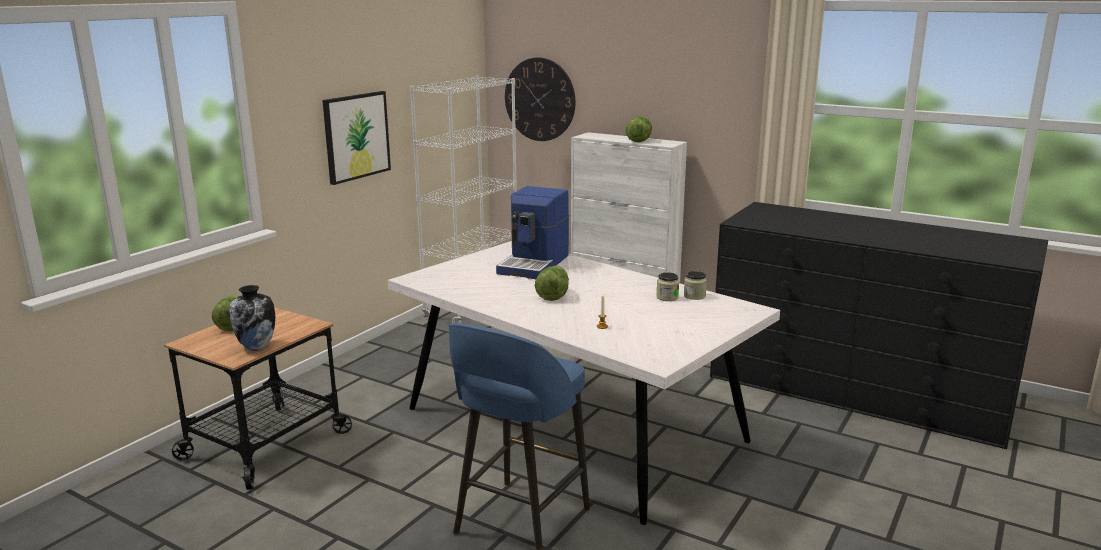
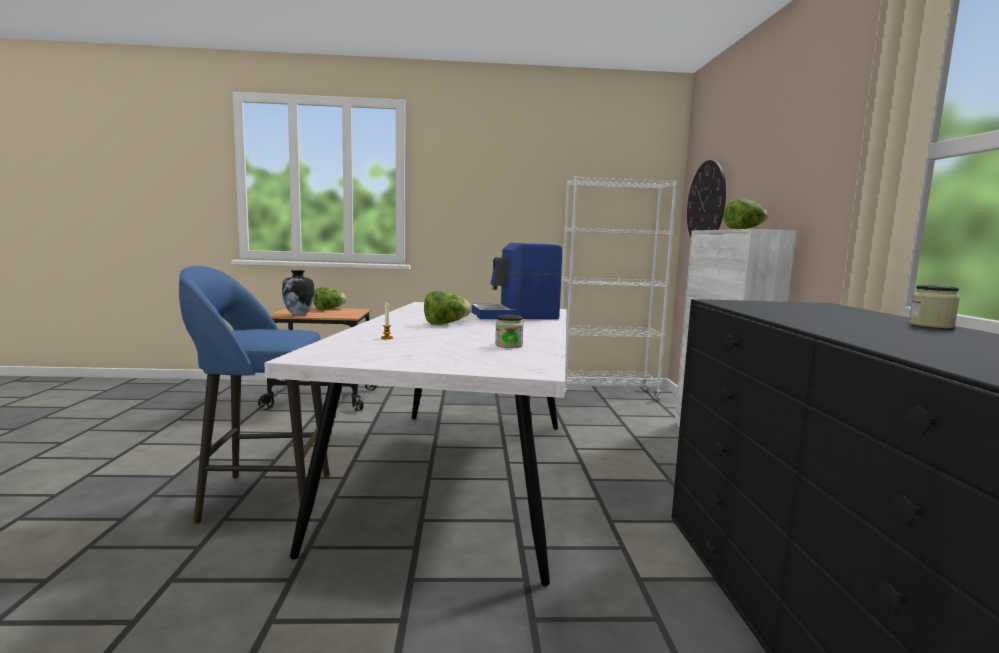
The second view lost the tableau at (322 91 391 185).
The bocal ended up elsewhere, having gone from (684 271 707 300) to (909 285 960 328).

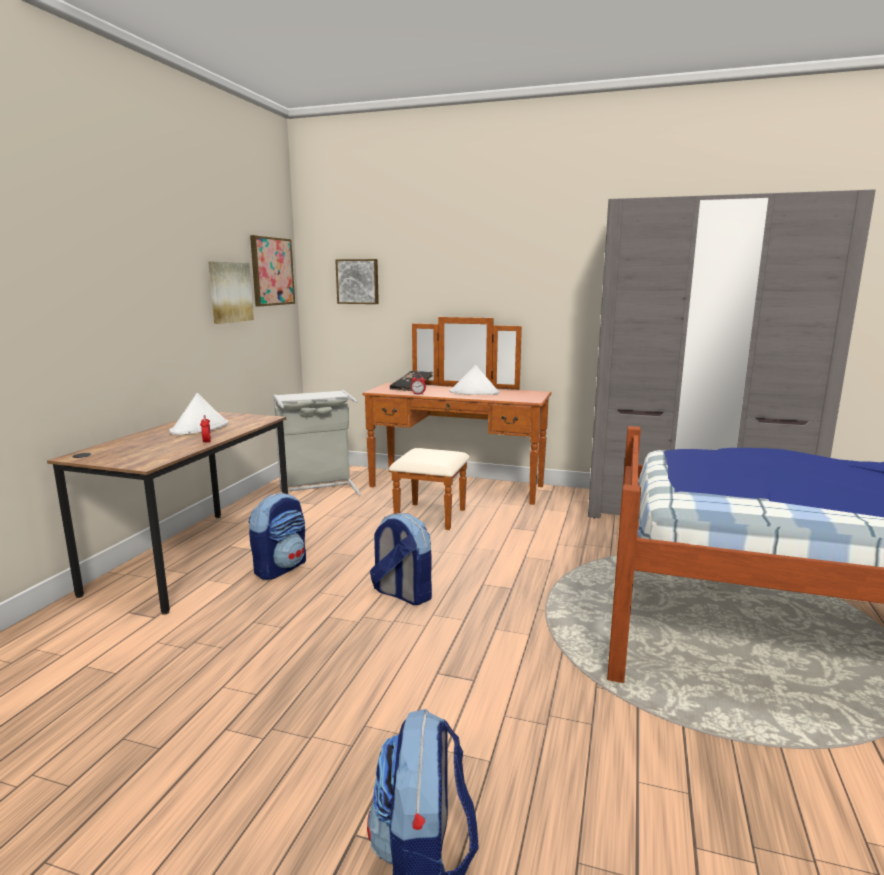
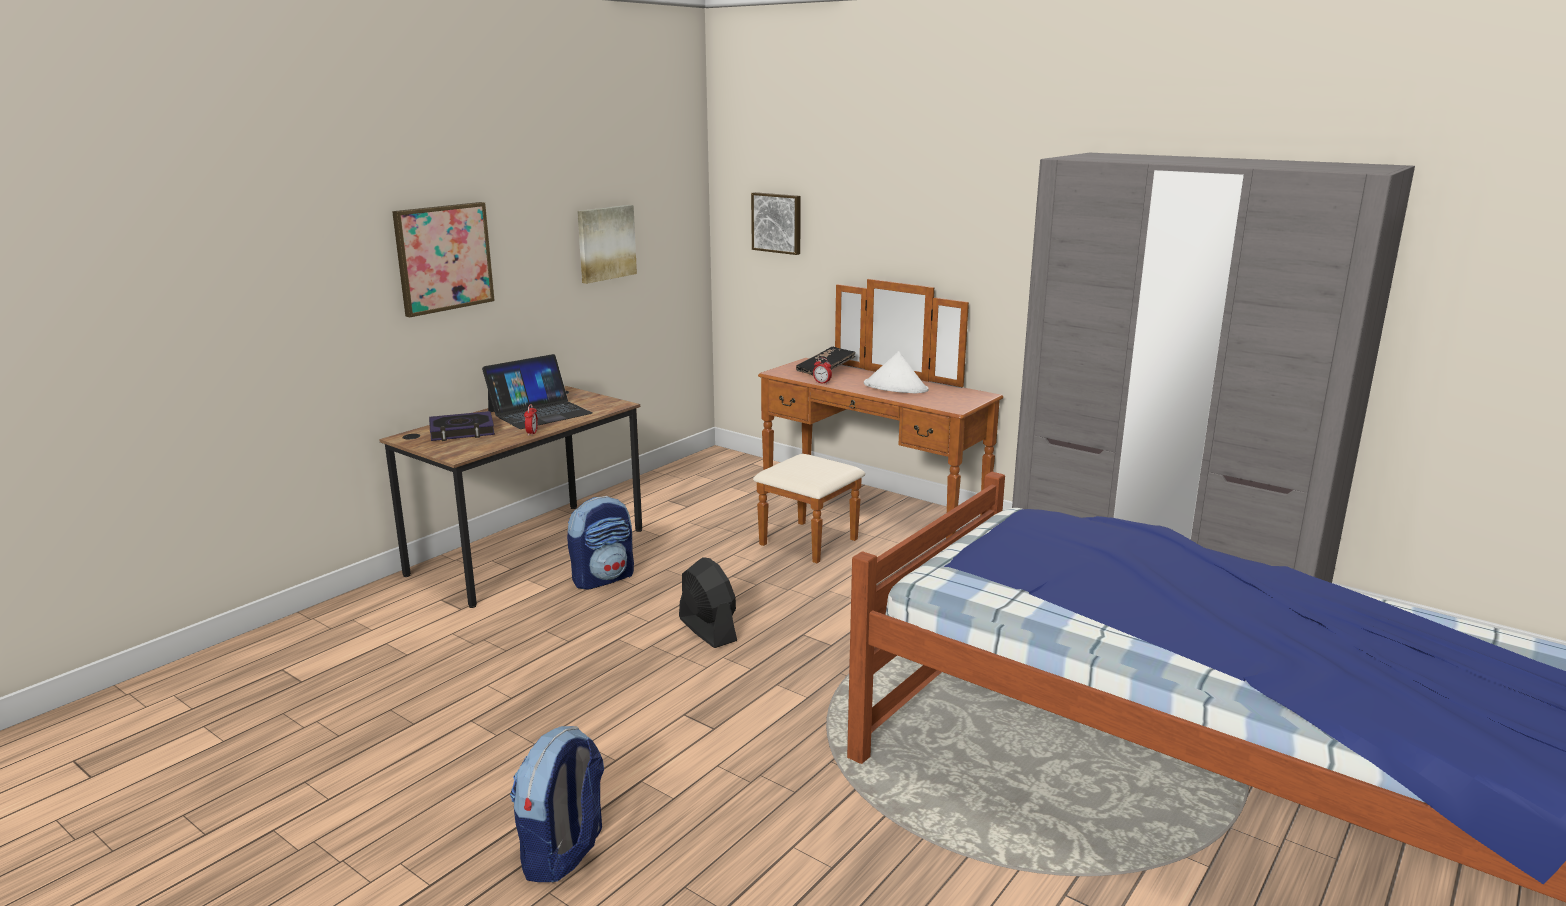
The tableau ended up elsewhere, having gone from (250 235 295 306) to (392 202 495 317).
The second view lost the panier à linge/gris at (273 390 361 496).
Where the chapeau/blanc stood at (169 393 228 435), the ordinateur portable came to stand at (482 354 592 429).
Where the sac à dos stood at (370 513 432 605), the ventilateur/noir came to stand at (679 557 737 648).
The second view gained the livre at (429 411 495 441).

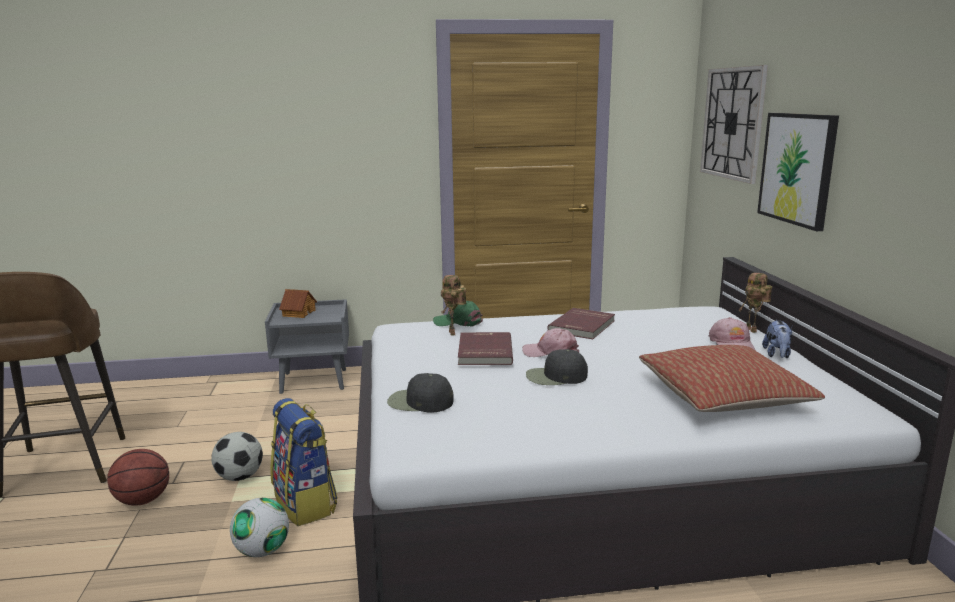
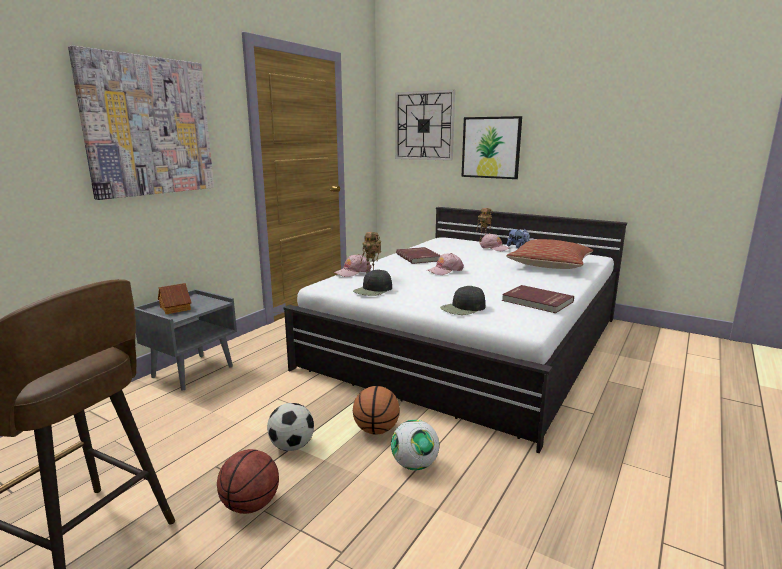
What was the casquette/vert at (433 301 483 327) turned into the casquette/rose at (334 254 372 277).
The livre/rouge ended up elsewhere, having gone from (458 332 513 365) to (502 285 574 313).
The casquette/noir ended up elsewhere, having gone from (526 349 588 385) to (353 269 392 296).
Where the sac à dos stood at (270 398 338 526), the ballon de basket came to stand at (353 386 400 434).
The second view gained the tableau at (68 46 214 200).

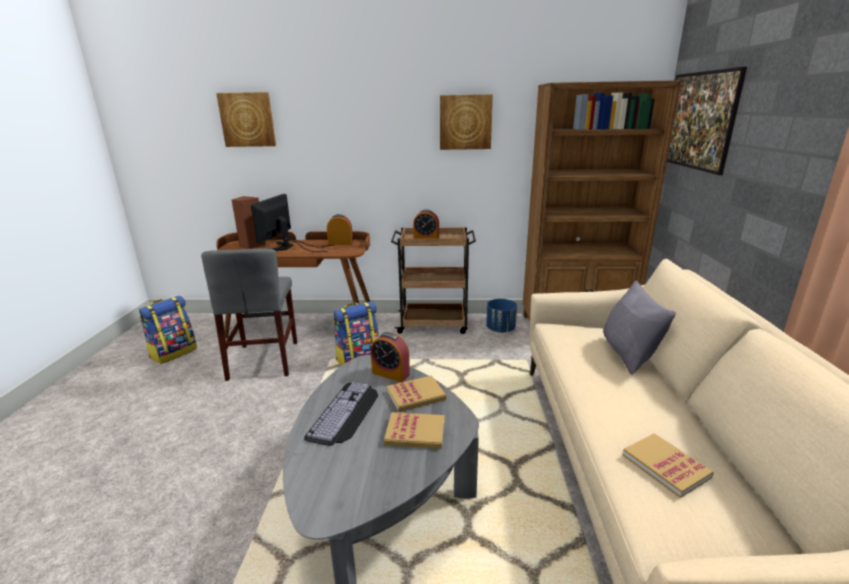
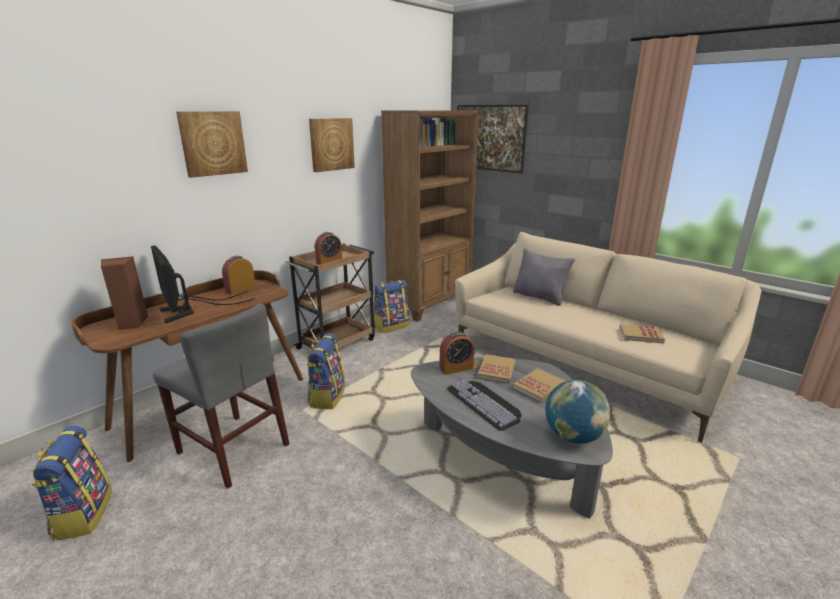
The tableau ended up elsewhere, having gone from (216 92 276 147) to (176 111 248 178).
Where the cache-pot/bleu stood at (486 299 517 333), the sac à dos came to stand at (374 280 409 333).
The second view gained the globe at (545 380 611 444).

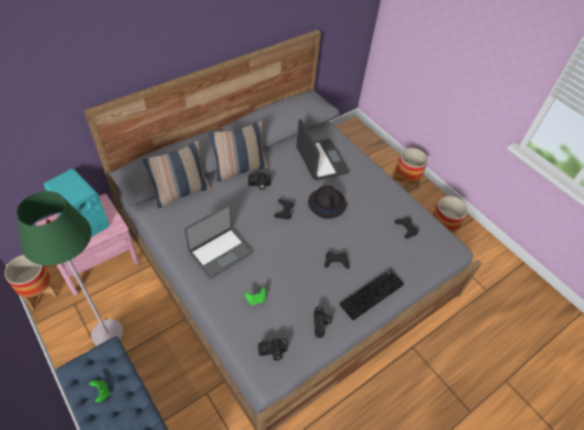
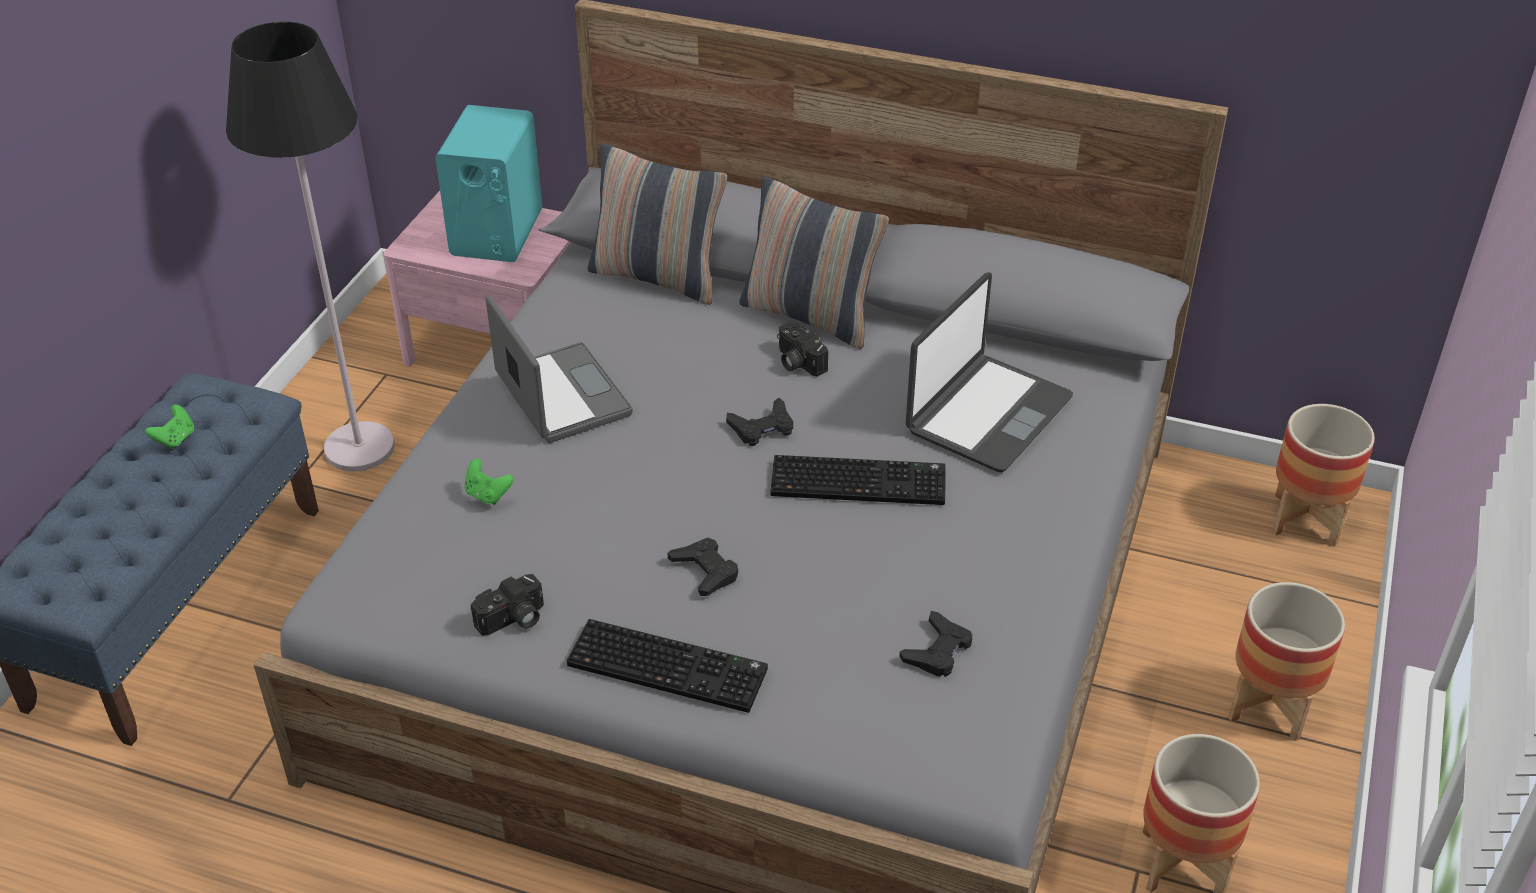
Where the chapeau/noir stood at (308 185 347 219), the clavier came to stand at (771 455 945 505).
What was the lampadaire/vert at (17 191 124 346) turned into the lampadaire/noir at (226 22 395 471).
The ordinateur portable at (184 204 253 279) ended up facing another way, 135 degrees counterclockwise from before.
The cache-pot ended up elsewhere, having gone from (4 255 58 310) to (1272 404 1375 546).
The second view lost the appareil photo at (258 338 288 361).

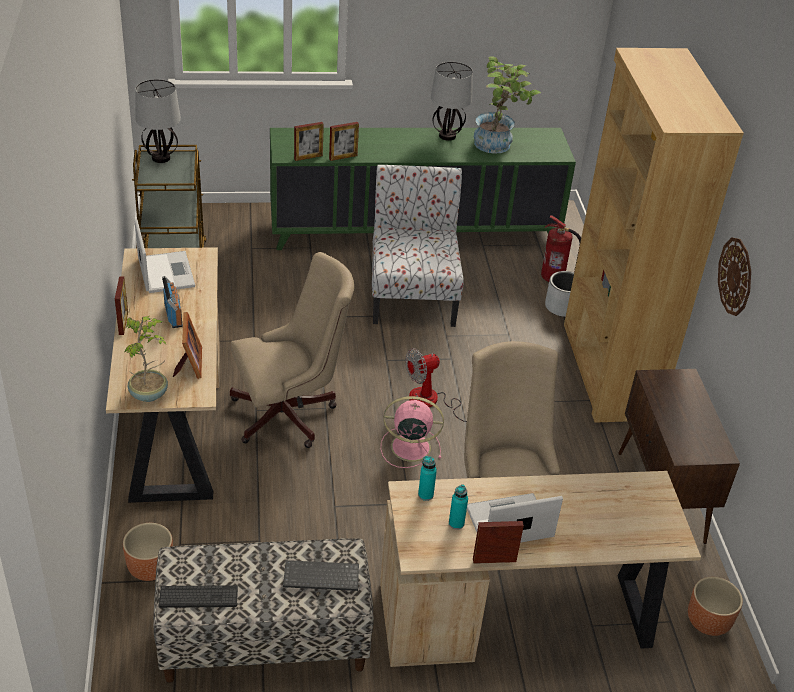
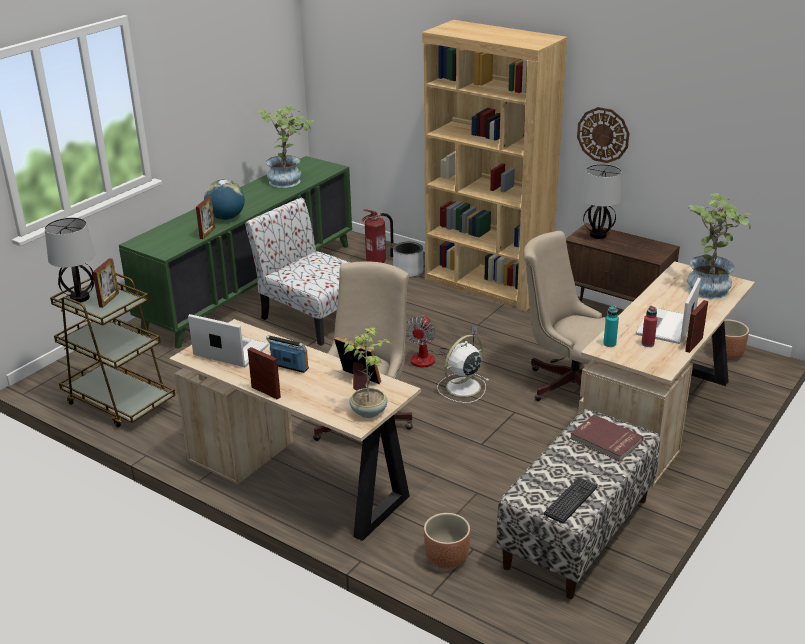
The lampe de table ended up elsewhere, having gone from (431 62 473 141) to (581 164 622 239).
The cadre photo ended up elsewhere, having gone from (294 122 324 161) to (92 258 119 308).
What was the ventilateur/rose at (381 396 444 468) turned into the ventilateur/blanc at (437 335 489 403).
What was the bouteille/turquoise at (449 484 468 530) turned into the bouteille/rouge at (641 306 657 347).
Where the clavier stood at (283 560 359 591), the livre/rouge came to stand at (570 415 644 462).
The second view gained the globe at (204 179 245 220).
The second view gained the plante en pot at (687 193 752 299).

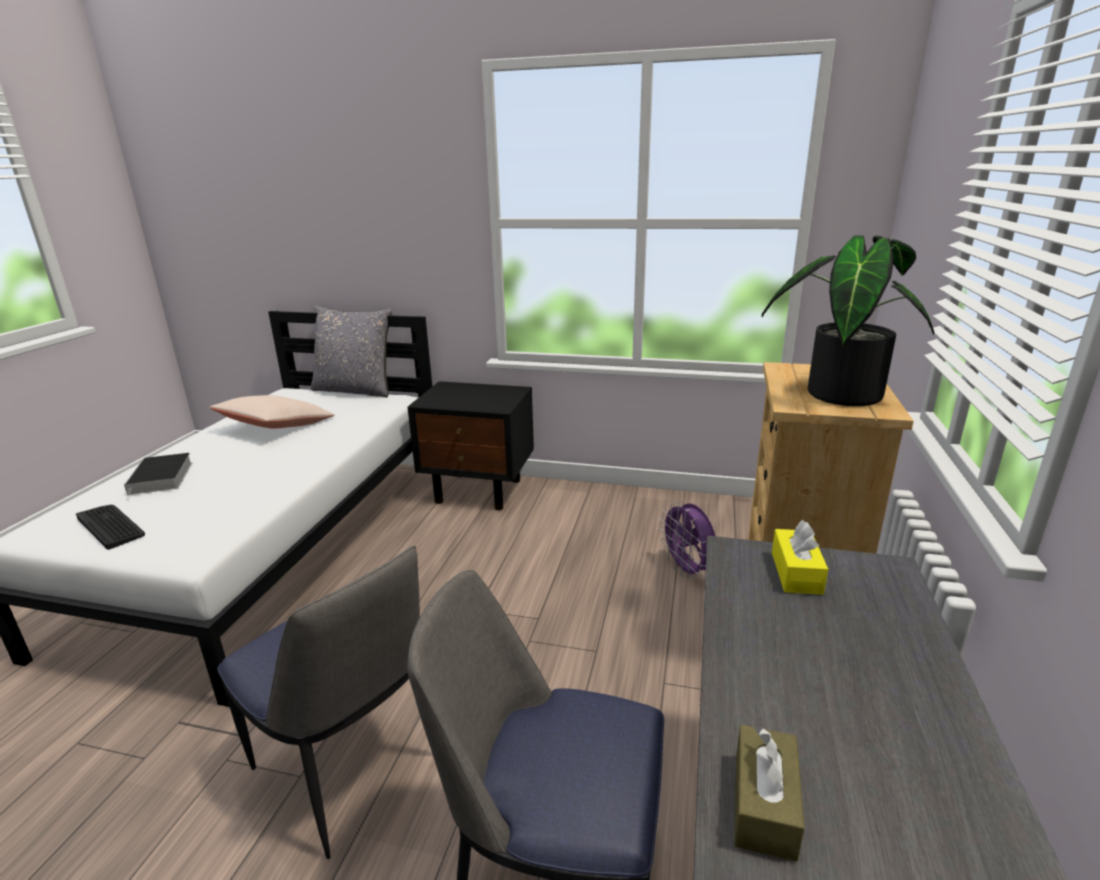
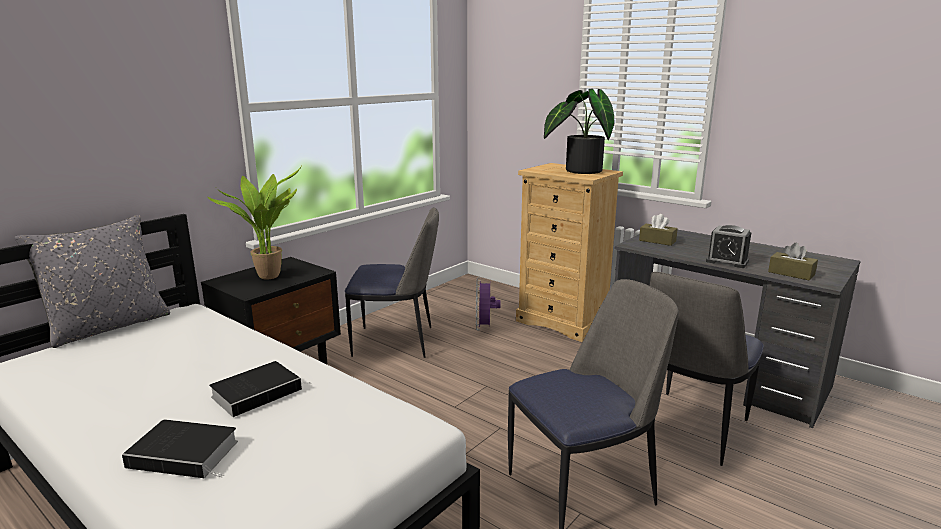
The second view lost the coussin/beige at (210 395 334 429).
The ventilateur/violet at (659 502 715 579) ended up facing another way, 90 degrees clockwise from before.
The second view lost the clavier at (76 505 145 550).
What was the boîte à mouchoirs/jaune at (772 520 828 595) turned into the boîte à mouchoirs/marron at (639 214 678 246).
The second view gained the plante en pot at (208 167 301 280).
The second view gained the chaise at (345 208 439 358).
The second view gained the réveil at (706 225 751 268).
The second view gained the livre at (209 361 311 417).

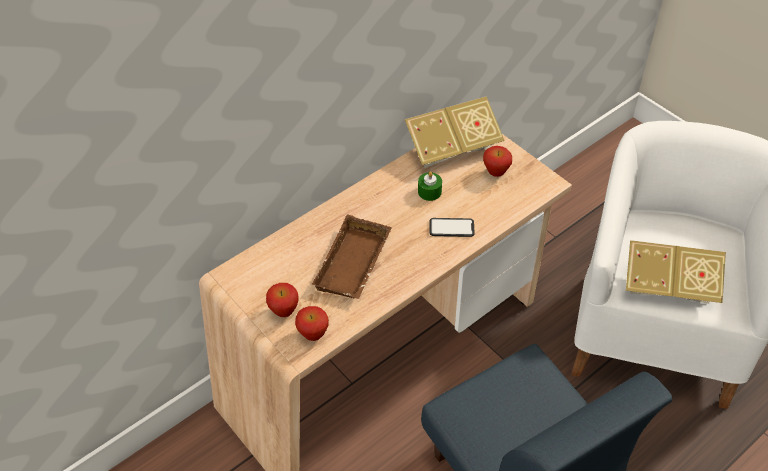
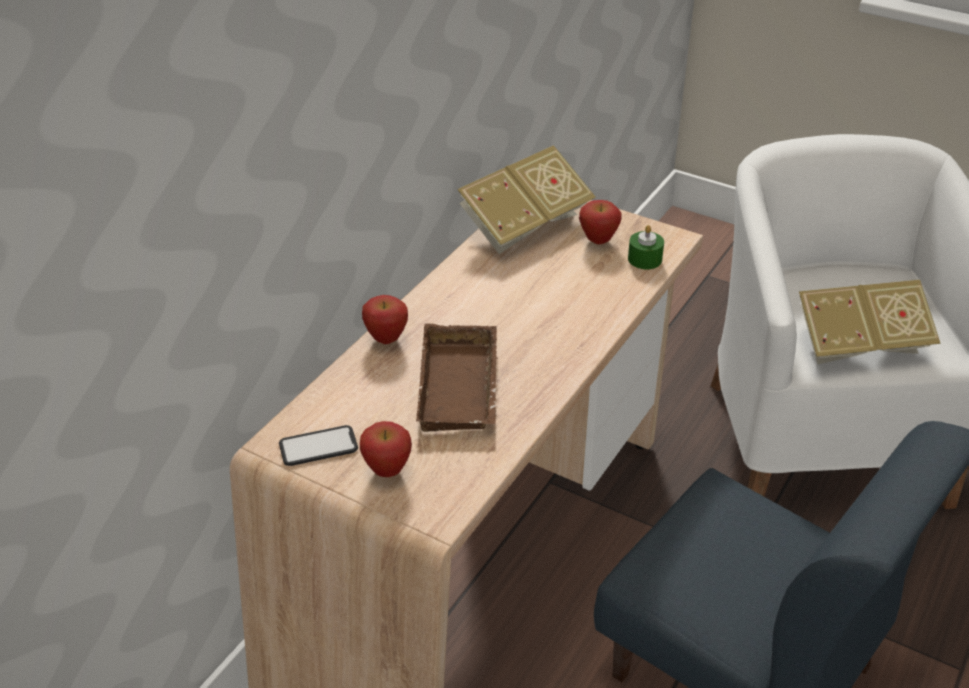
The bougie/vert ended up elsewhere, having gone from (418 171 442 201) to (628 225 664 269).
The téléphone ended up elsewhere, having gone from (429 218 475 237) to (279 425 358 466).
The pomme ended up elsewhere, having gone from (295 306 329 341) to (362 295 408 344).

